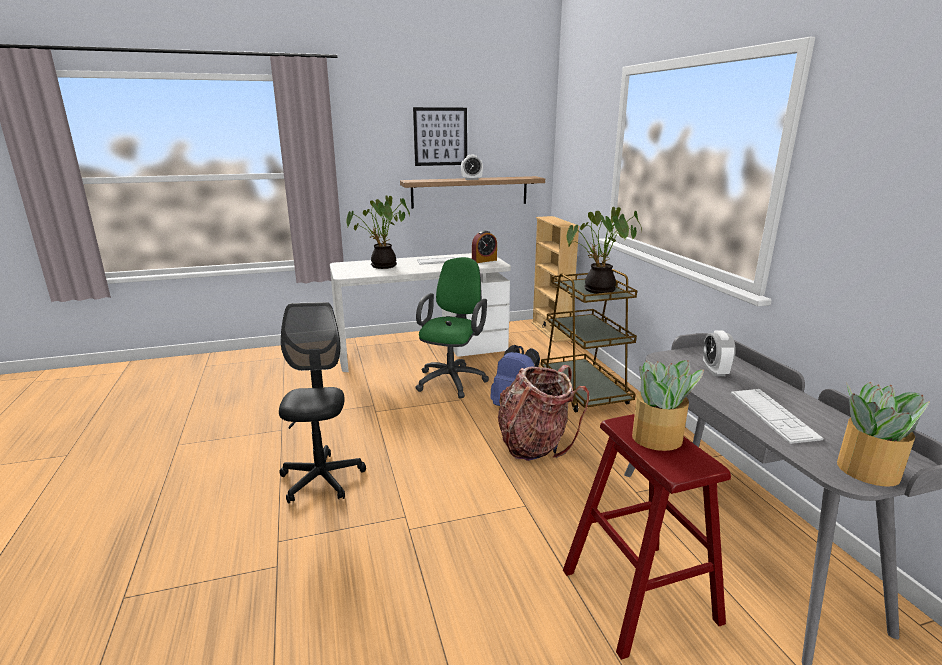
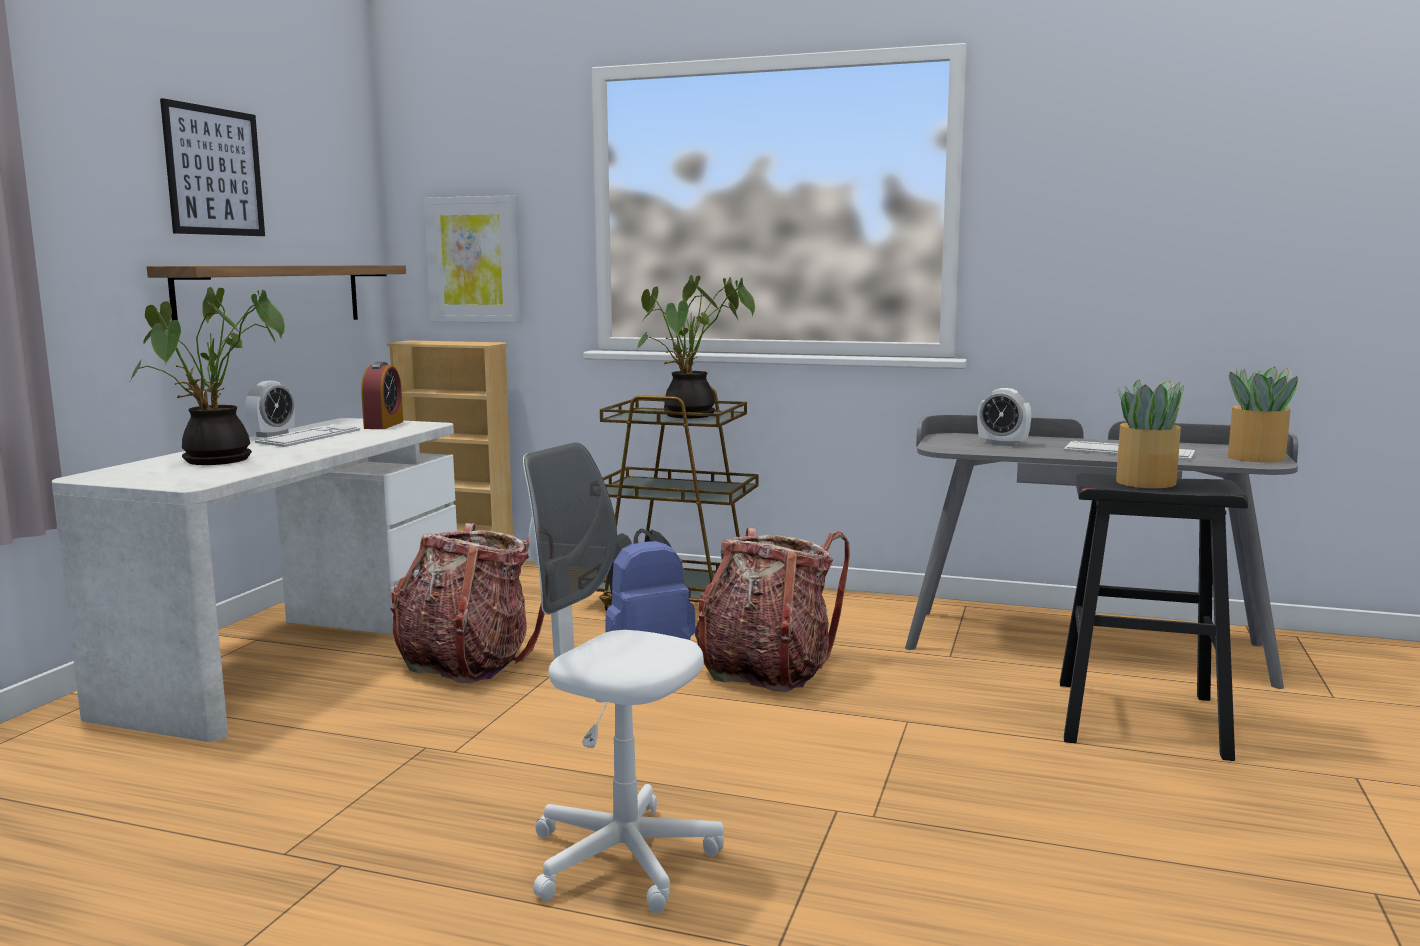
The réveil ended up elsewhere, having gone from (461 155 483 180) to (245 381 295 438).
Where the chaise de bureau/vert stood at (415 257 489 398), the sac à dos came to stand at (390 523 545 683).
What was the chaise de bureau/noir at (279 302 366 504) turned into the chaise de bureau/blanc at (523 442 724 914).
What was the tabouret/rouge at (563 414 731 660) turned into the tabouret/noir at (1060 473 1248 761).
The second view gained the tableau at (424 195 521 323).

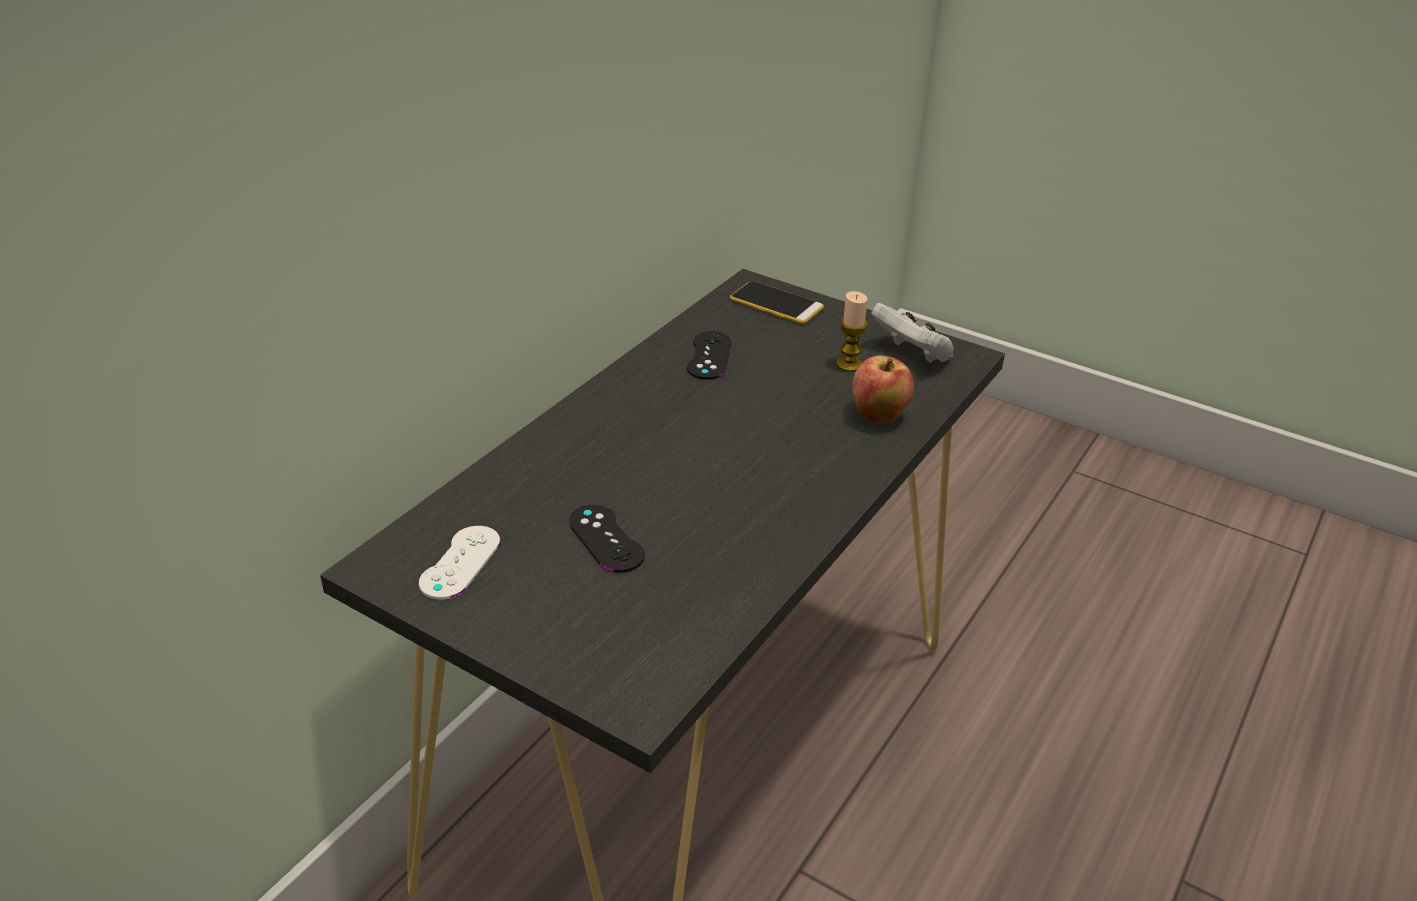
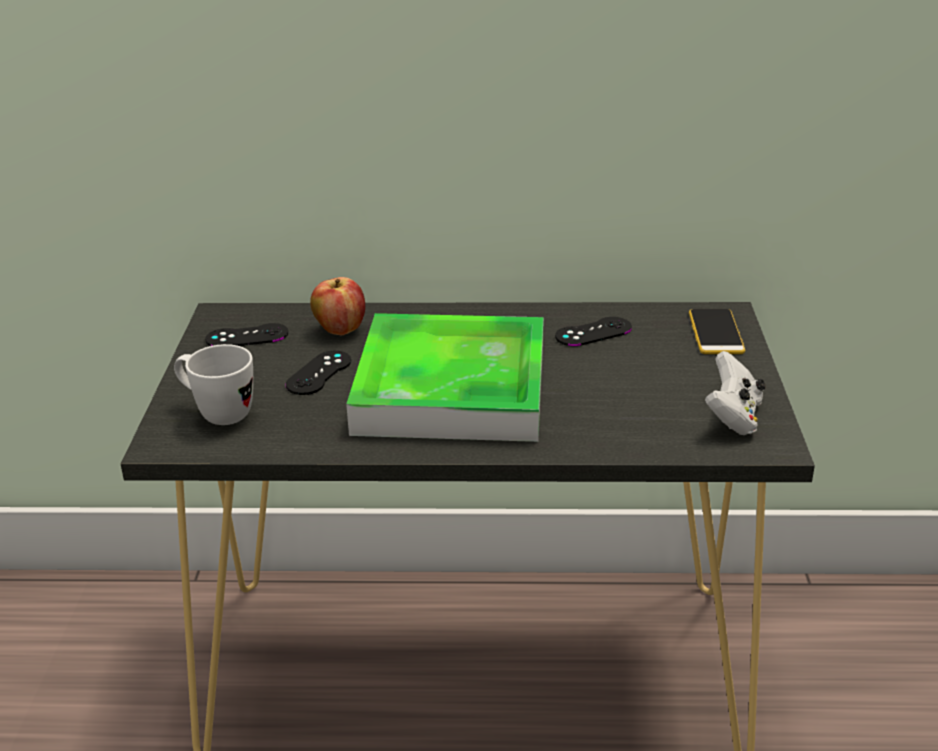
The second view lost the bougie at (836 291 868 372).
The pomme ended up elsewhere, having gone from (852 356 914 423) to (310 277 365 335).
What was the manette/blanc at (419 526 500 600) turned into the manette/noir at (205 323 288 346).
The second view gained the plateau at (346 313 544 442).
The second view gained the mug/blanc at (174 344 253 425).

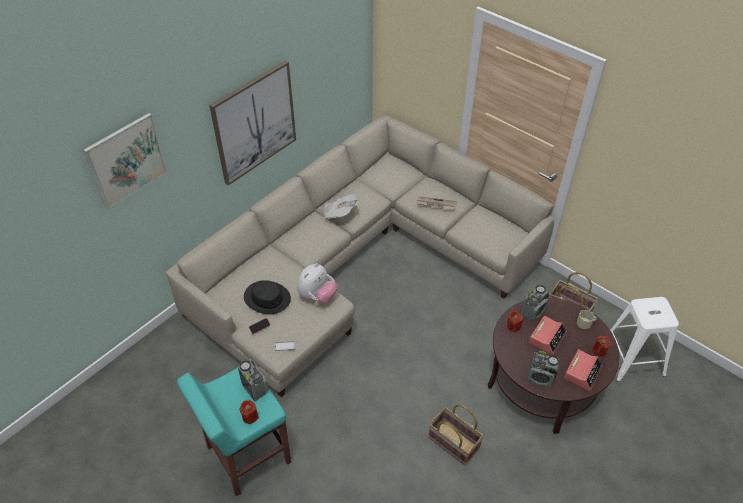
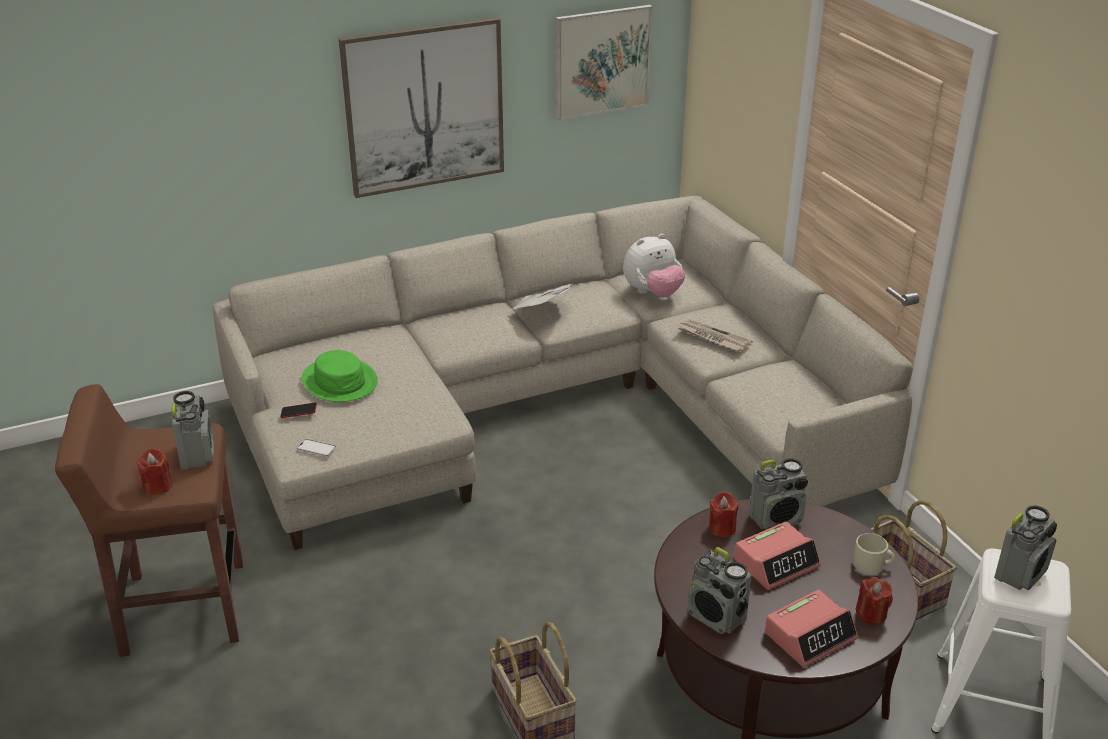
The tableau ended up elsewhere, having gone from (83 113 167 209) to (555 5 653 120).
The peluche ended up elsewhere, having gone from (297 263 338 303) to (623 234 685 298).
What was the chapeau/noir at (244 280 291 314) turned into the chapeau/vert at (302 350 378 402).
What was the tabouret/turquoise at (177 368 291 497) turned into the tabouret/marron at (55 384 243 657).
The second view gained the radio at (994 505 1057 590).

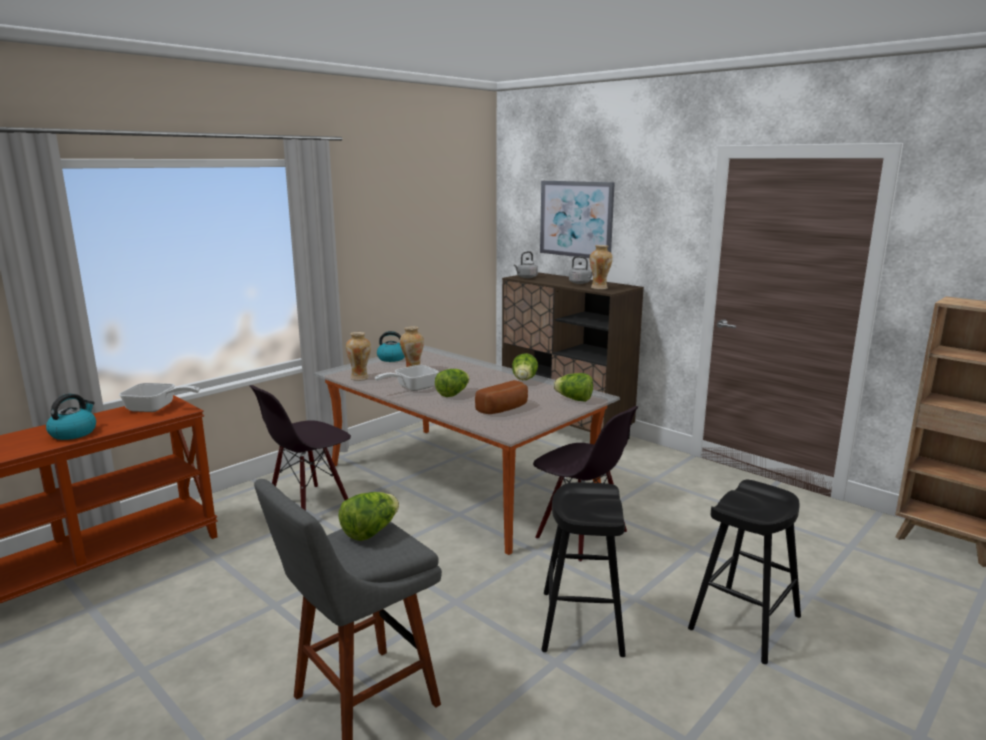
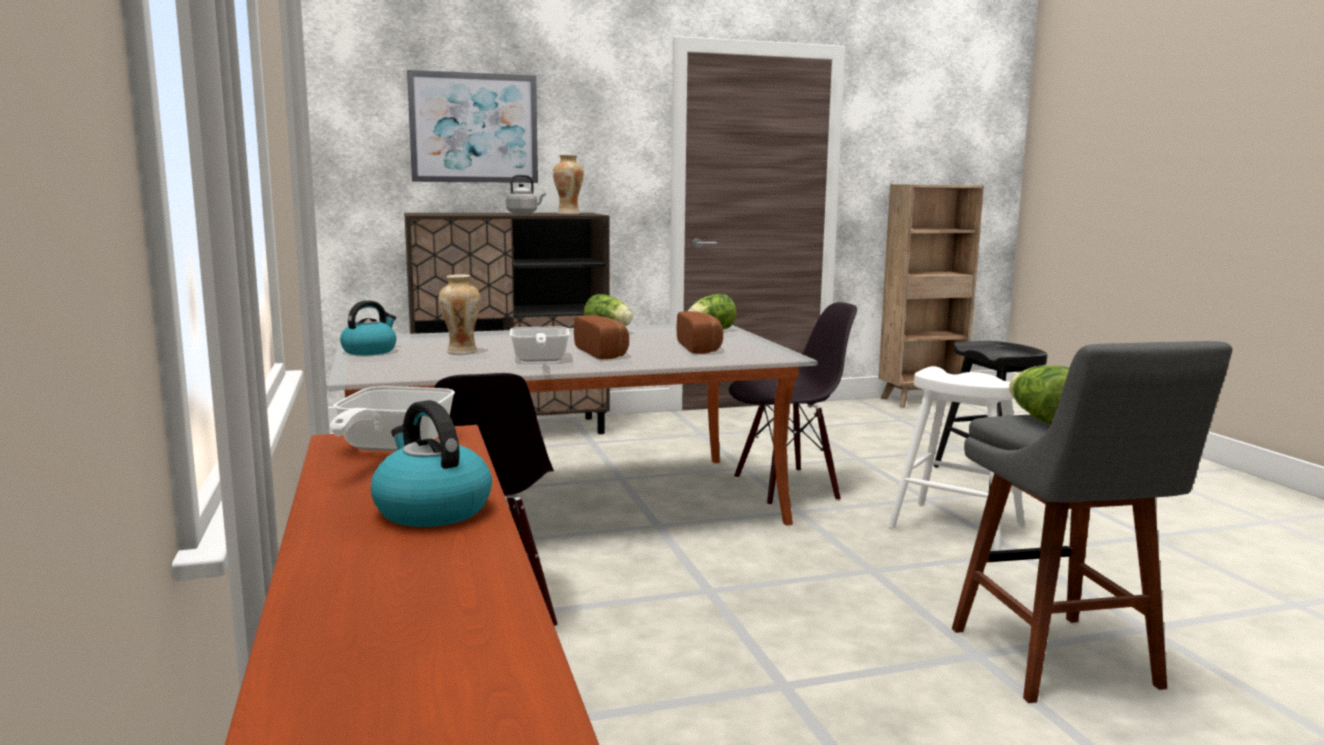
The second view lost the bouilloire/gris at (514 251 538 278).
The second view lost the vase at (346 332 371 381).
Where the laitue stood at (435 369 470 397), the pain came to stand at (574 315 629 359).
The poêle at (119 383 200 412) ended up facing another way, 150 degrees clockwise from before.
What was the tabouret/noir at (541 482 626 657) turned into the tabouret/blanc at (888 366 1025 551).

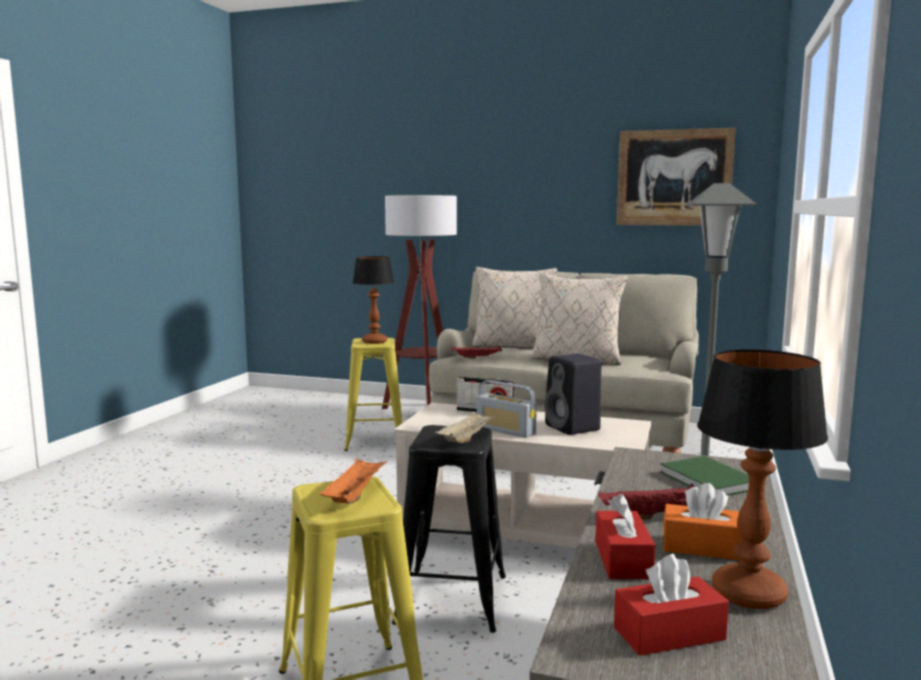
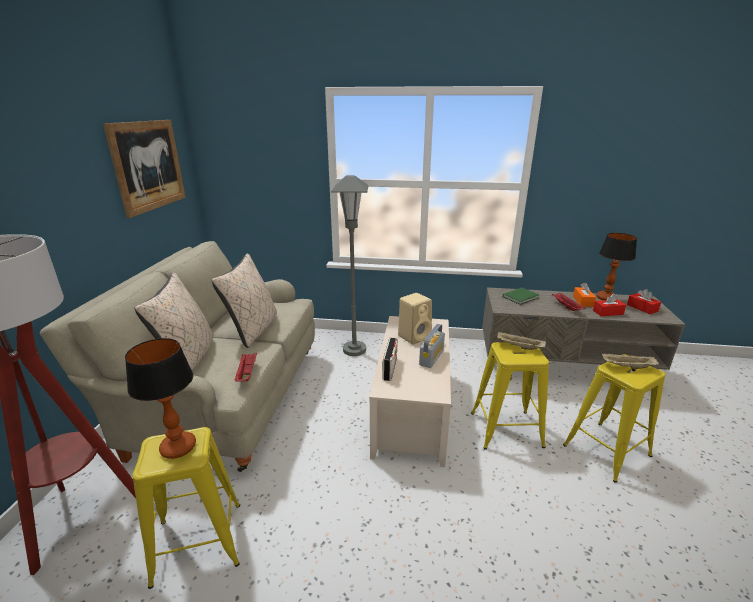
What was the enceinte/noir at (545 354 602 435) turned into the enceinte/beige at (398 293 432 345).
What was the tabouret/noir at (392 425 506 633) turned into the tabouret/jaune at (471 342 549 450).
What was the plateau/orange at (319 458 387 504) turned into the plateau/beige at (602 353 660 369).

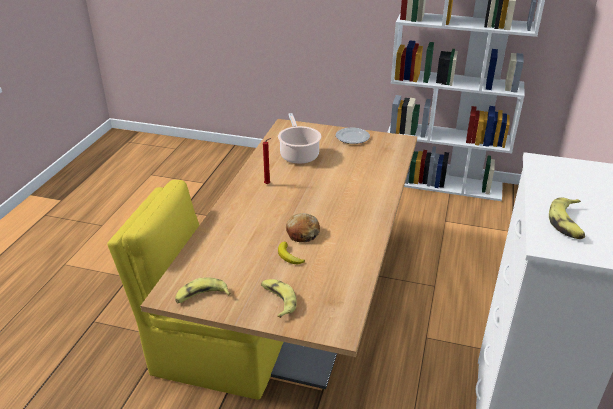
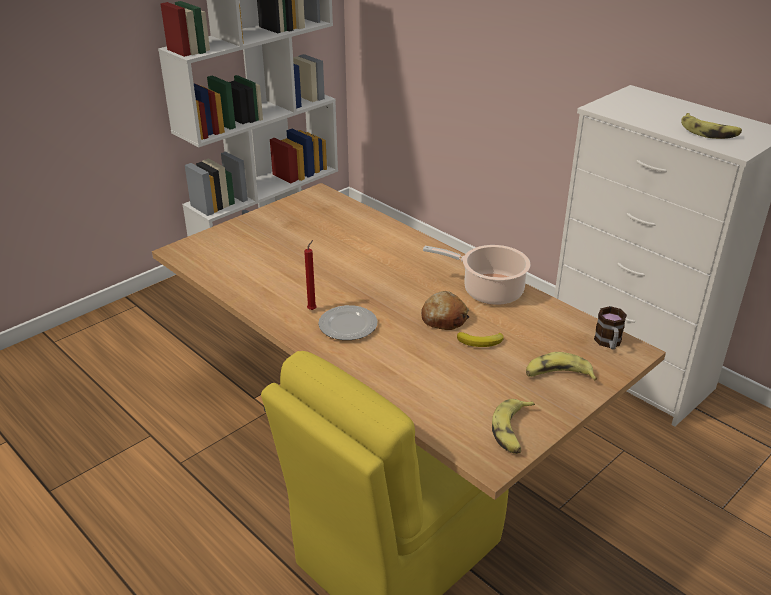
The marmite ended up elsewhere, having gone from (278 113 321 164) to (423 245 530 305).
The assiette ended up elsewhere, having gone from (336 128 370 144) to (318 305 377 340).
The second view gained the mug at (594 306 627 349).

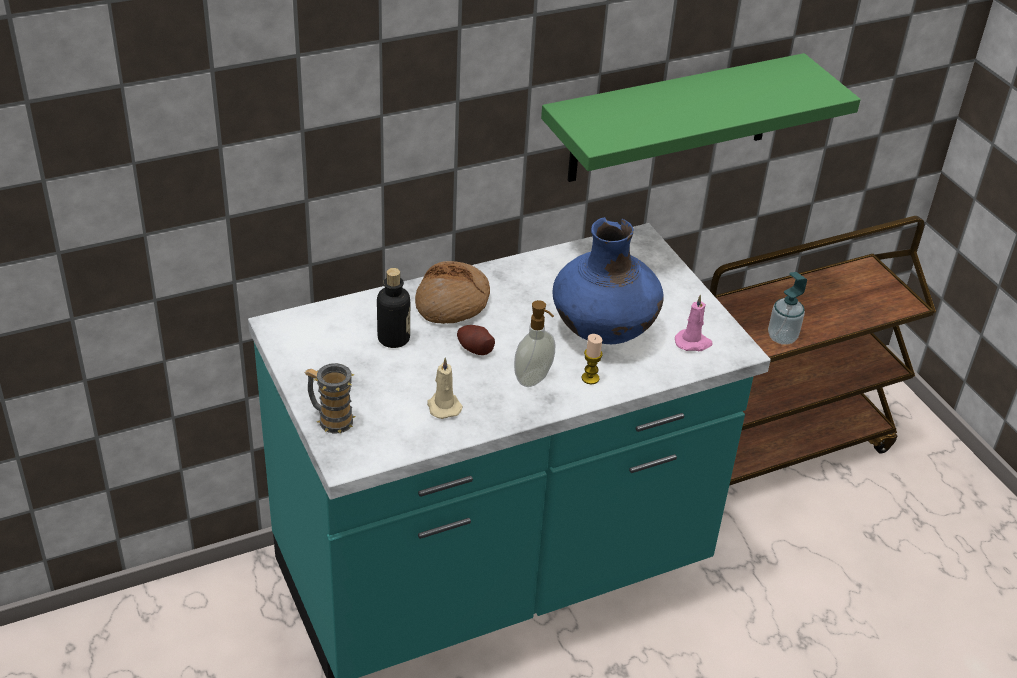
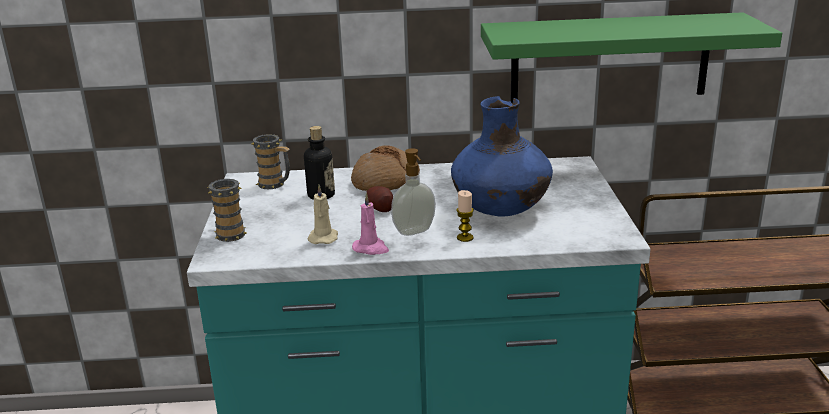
The second view lost the distributeur de savon at (768 272 807 345).
The bougie/rose ended up elsewhere, having gone from (675 294 713 351) to (352 193 389 255).
The second view gained the mug at (251 134 290 189).

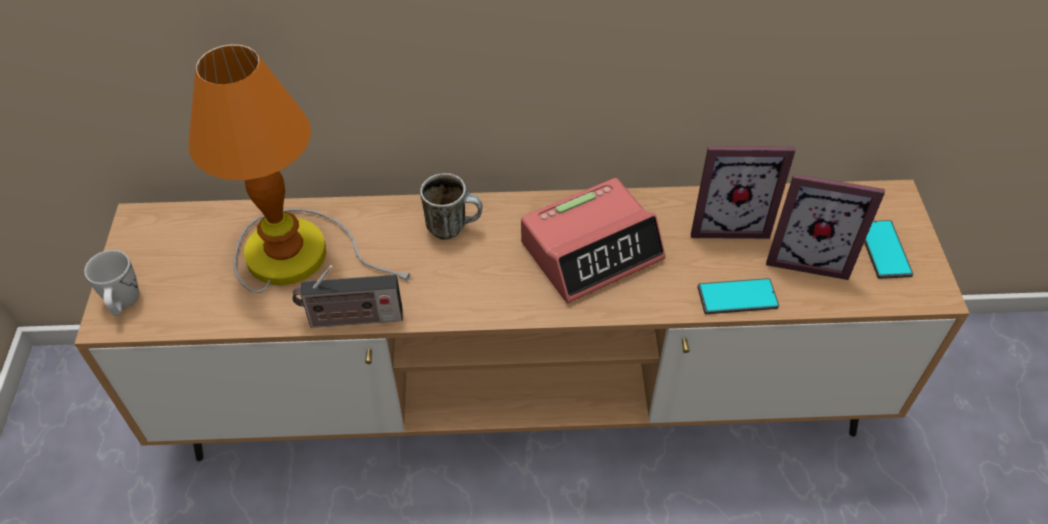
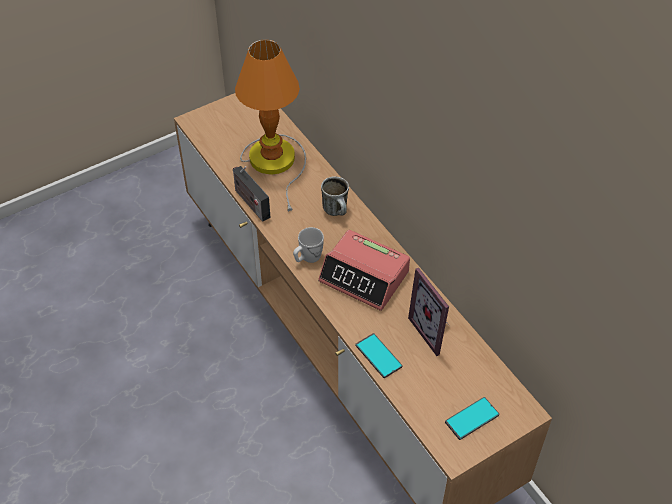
The second view lost the cadre photo at (766 174 885 280).
The mug/blanc ended up elsewhere, having gone from (84 250 139 316) to (293 227 324 263).

